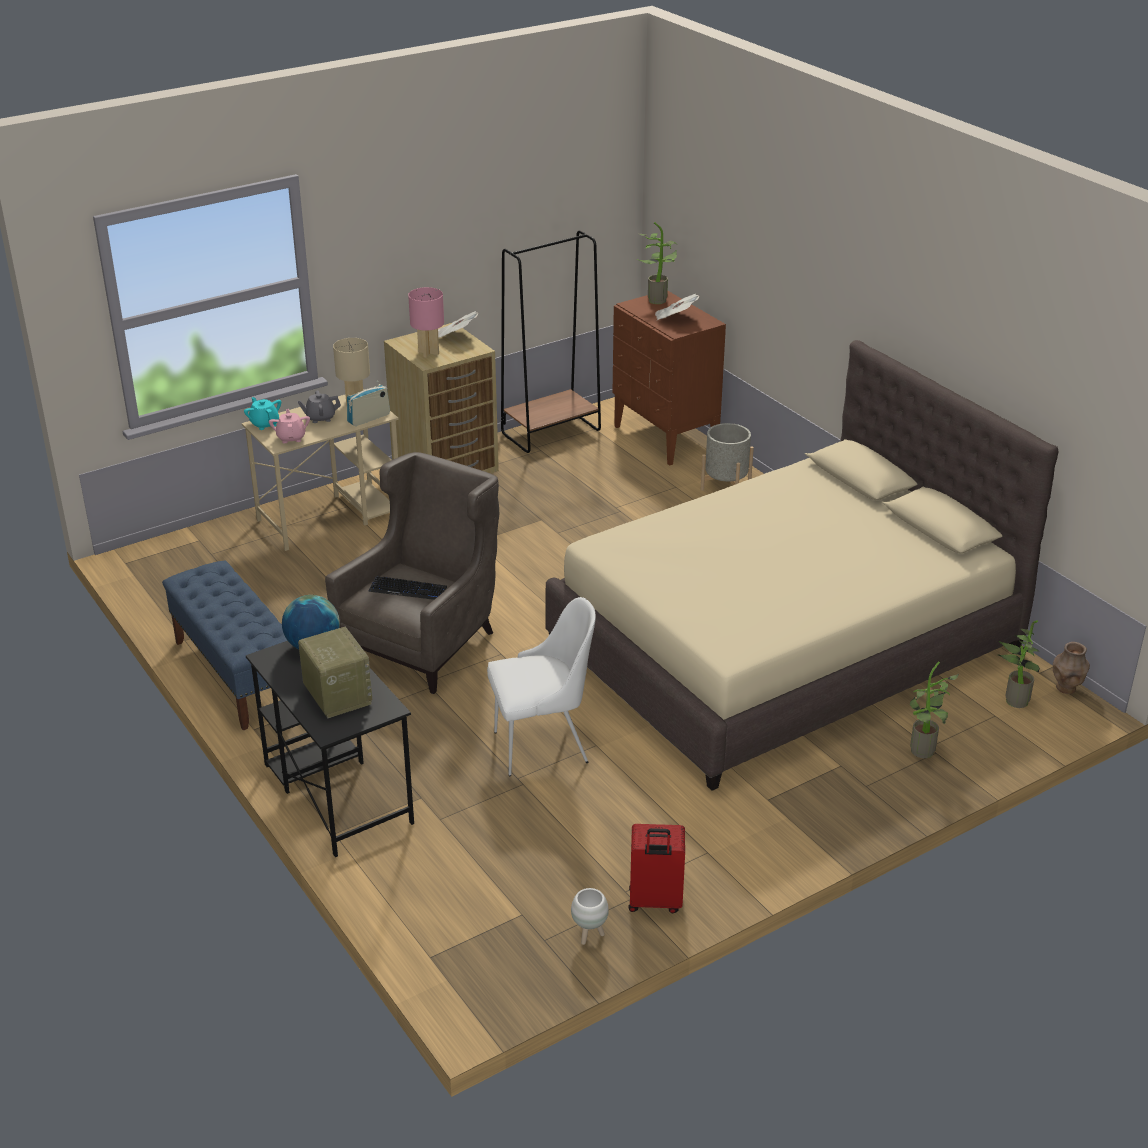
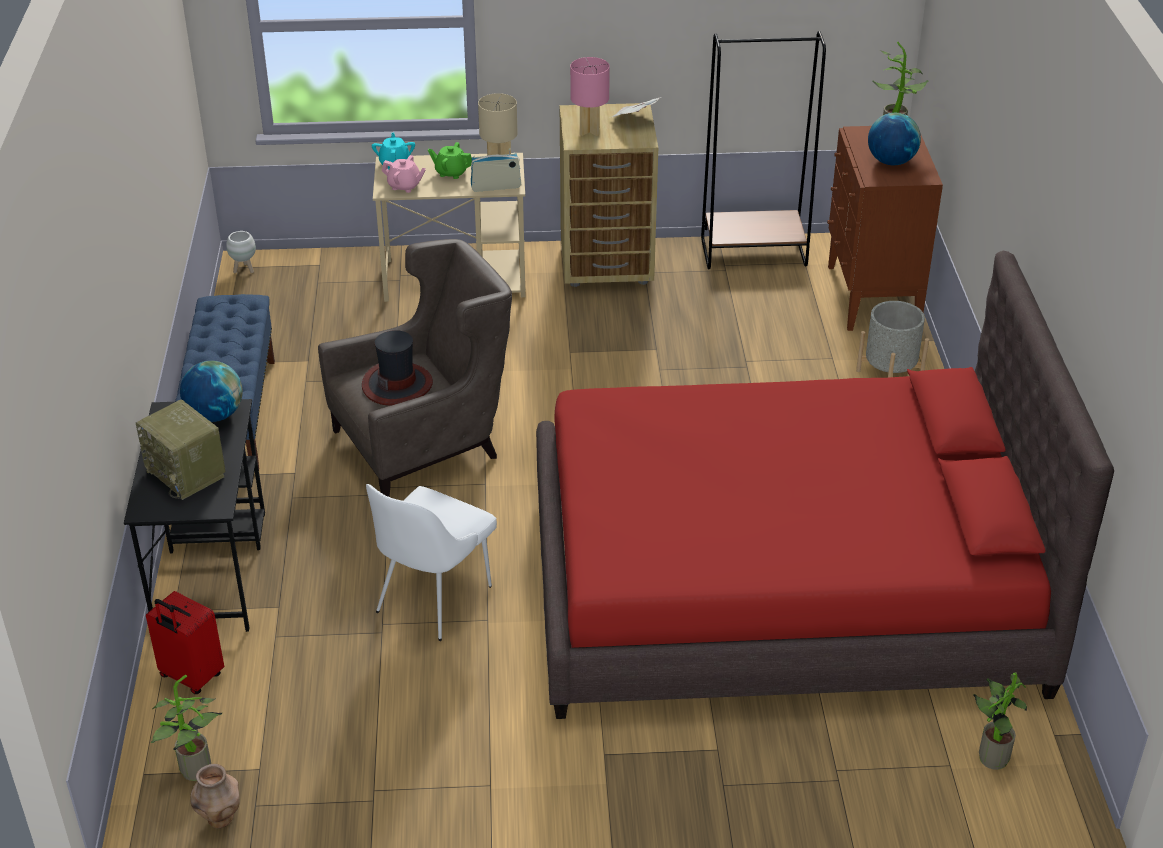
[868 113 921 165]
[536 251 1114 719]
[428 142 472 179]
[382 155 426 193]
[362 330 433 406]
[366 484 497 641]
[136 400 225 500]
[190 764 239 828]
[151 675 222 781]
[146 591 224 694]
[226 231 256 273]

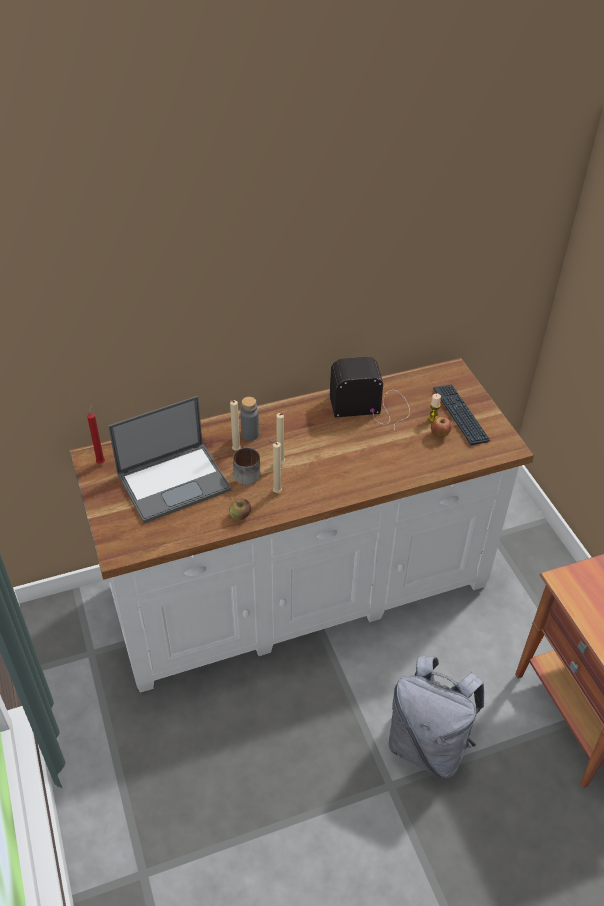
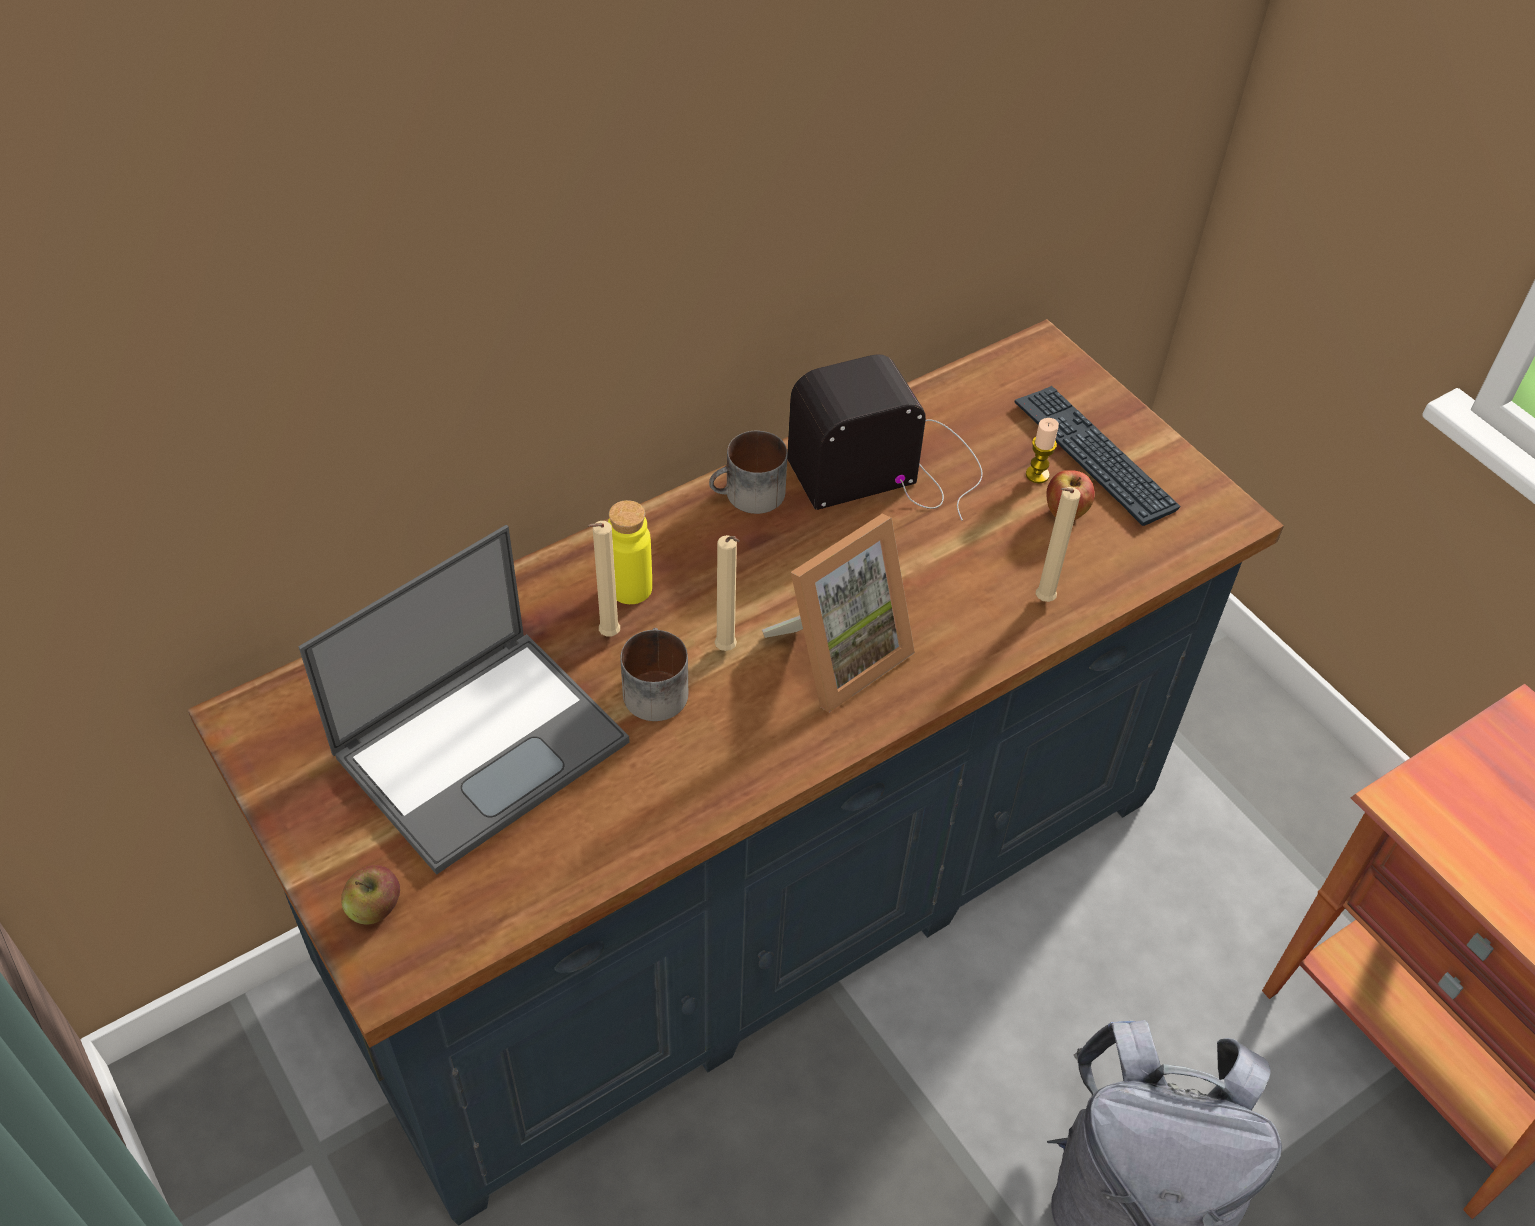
[187 319 1284 1226]
[608 500 652 604]
[87 404 105 464] (first image)
[1036 487 1080 602]
[341 865 400 924]
[709 430 788 514]
[762 514 915 712]

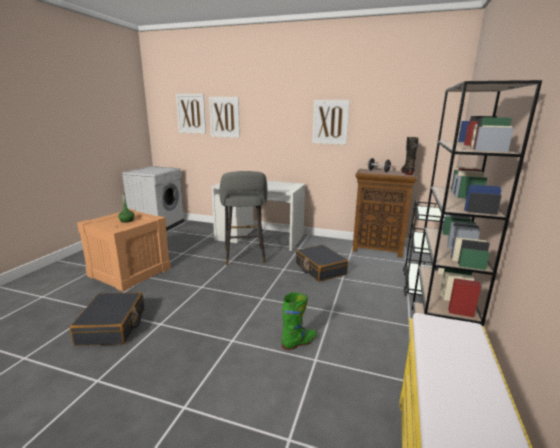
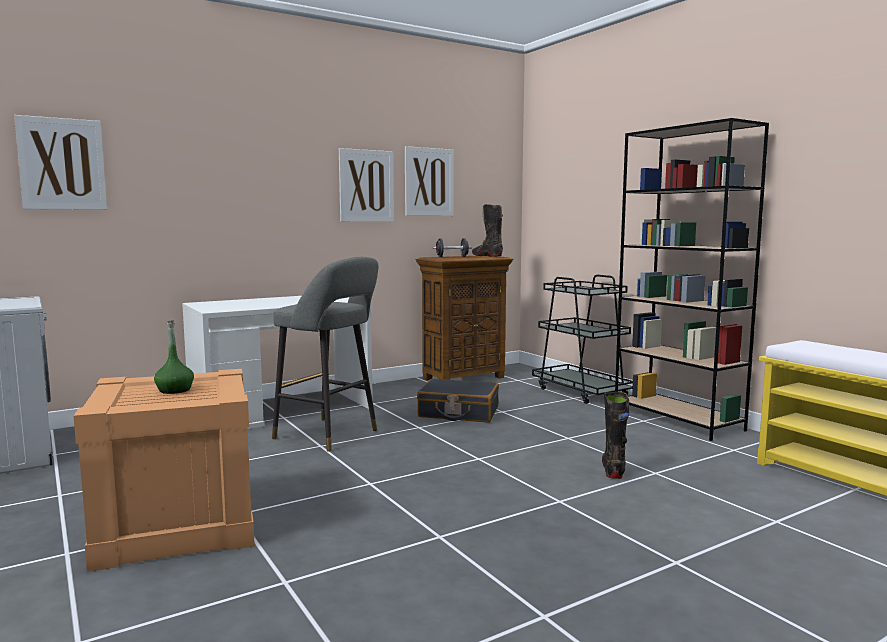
[405 146 454 216]
[70 292 144 346] (first image)
[602 392 629 479]

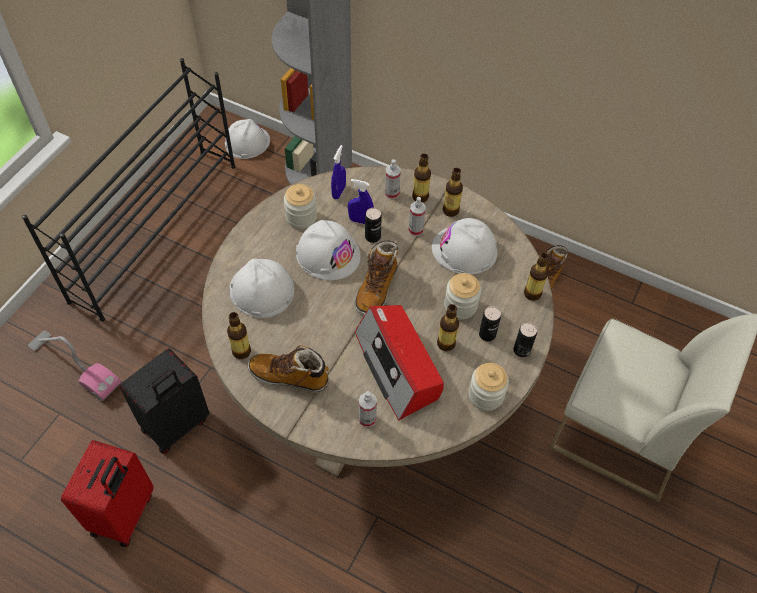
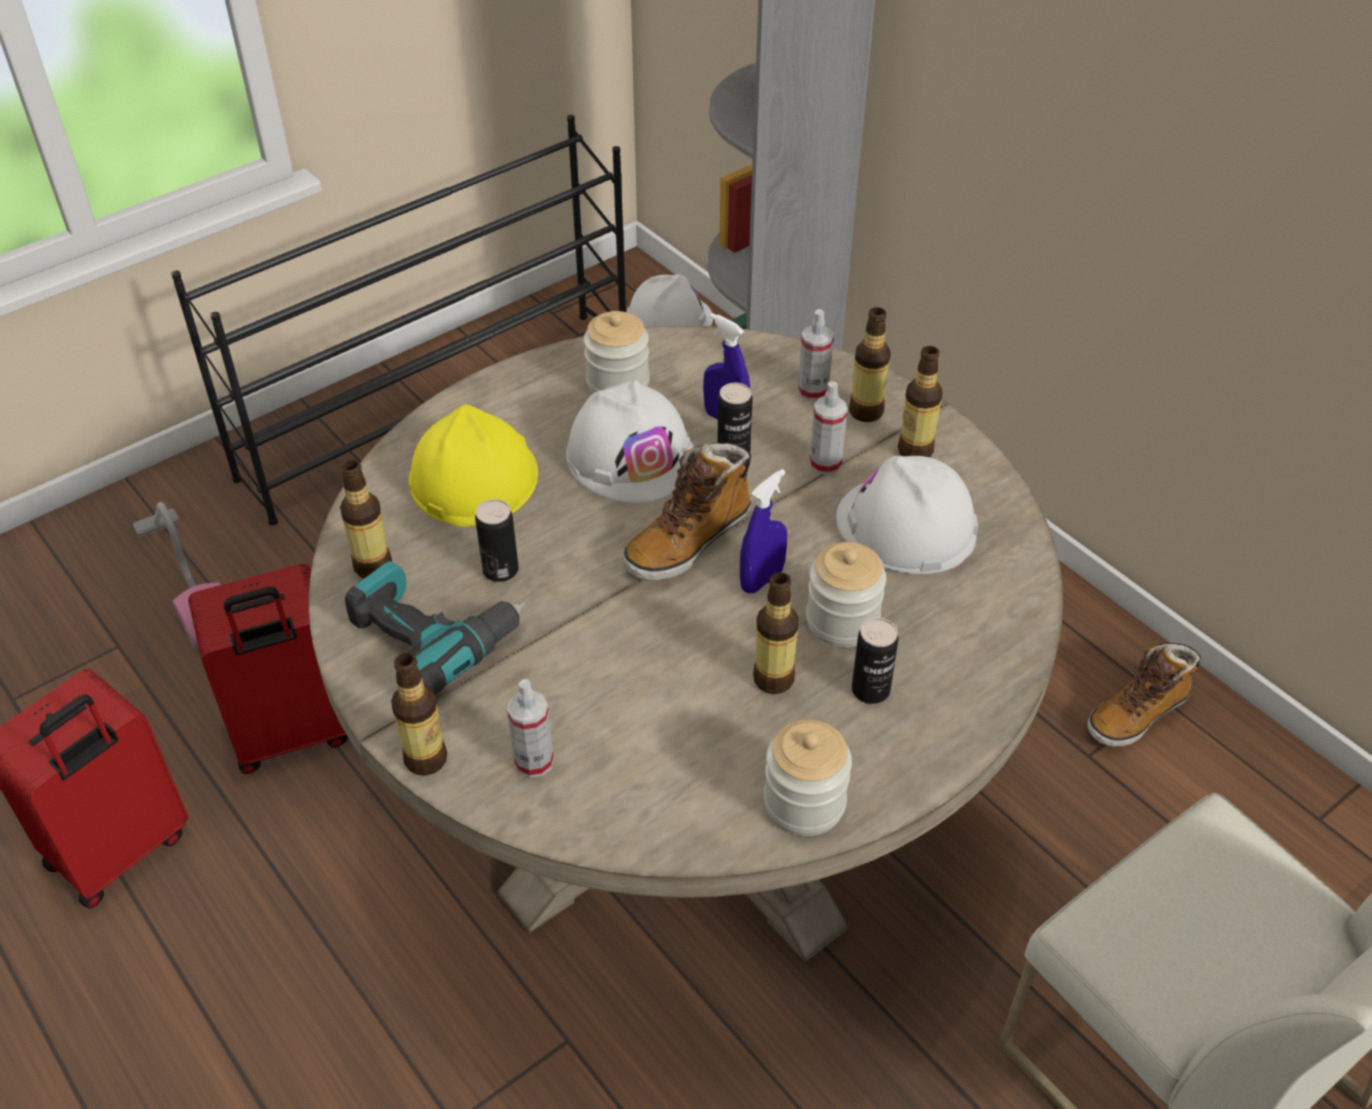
[740 469 787 593]
[391 653 447 776]
[409 404 538 527]
[355 305 444 420] (first image)
[475 499 519 582]
[345 561 526 695]
[188 564 348 774]

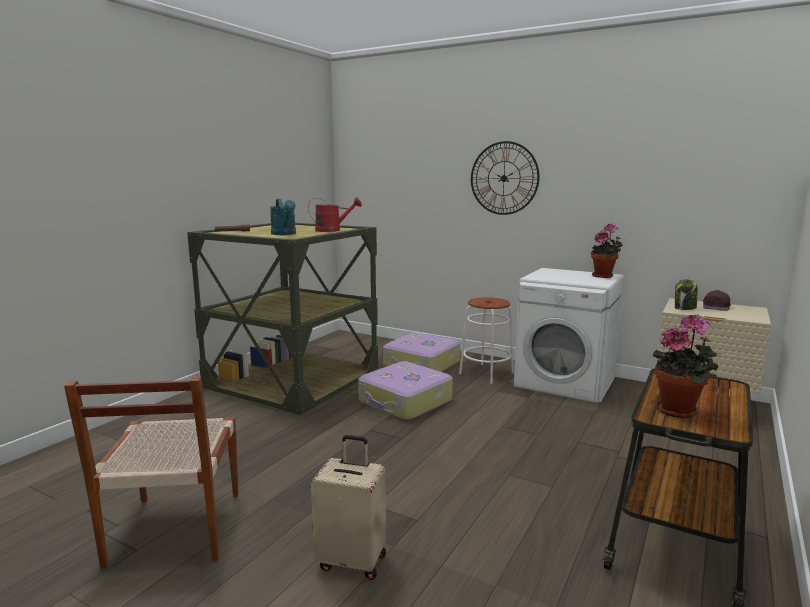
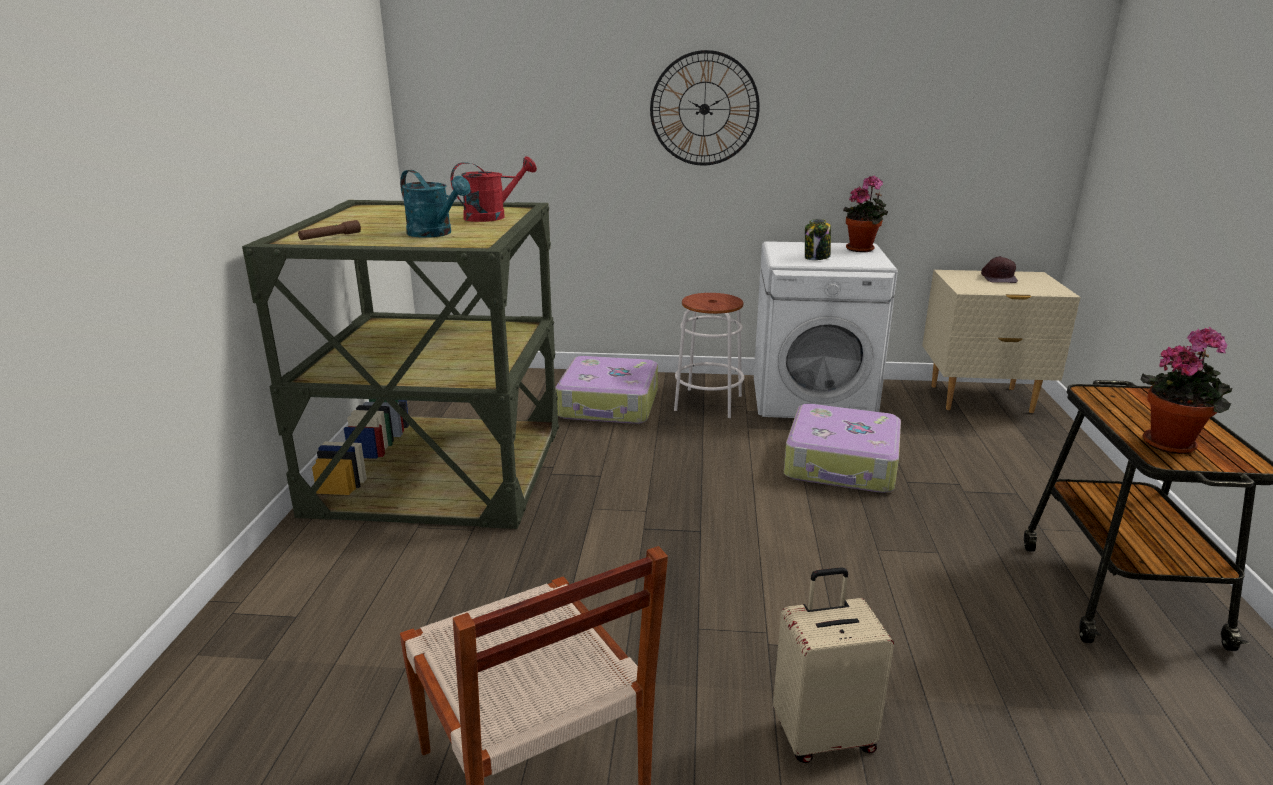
[805 219 831 260]
[784 404 901 493]

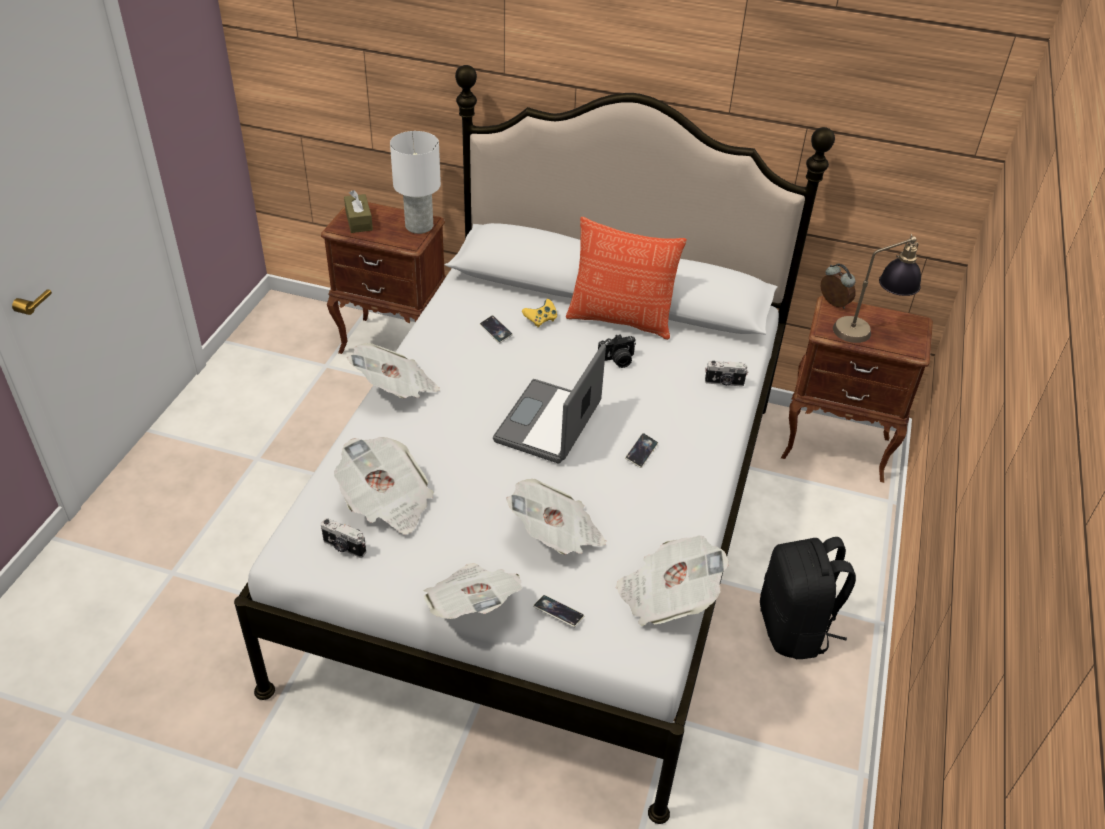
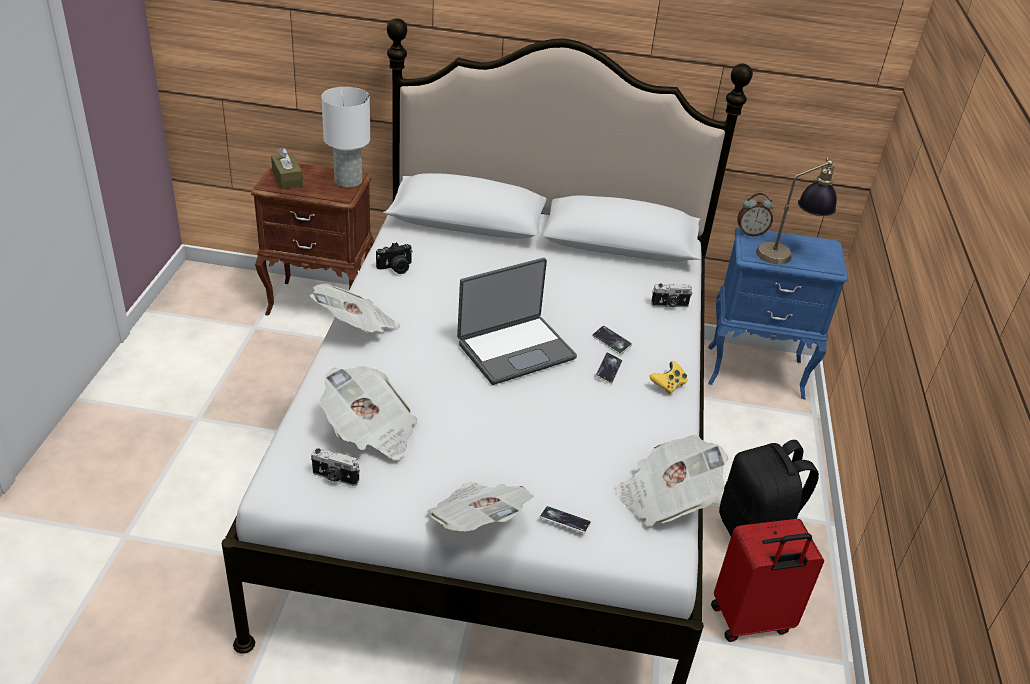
[566 217 687 340] (first image)
[737 193 774 236]
[708 227 848 400]
[650 361 687 394]
[592 326 632 354]
[376 242 413 274]
[457 258 577 385]
[506 479 606 555] (first image)
[711 519 824 642]

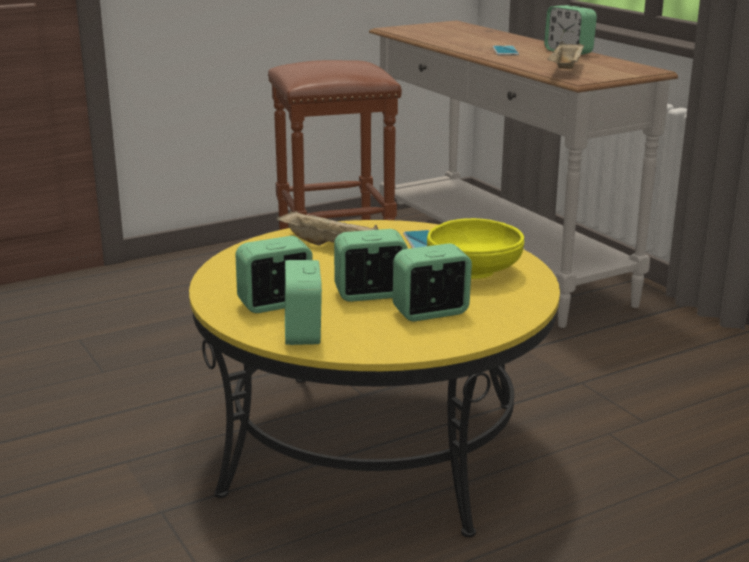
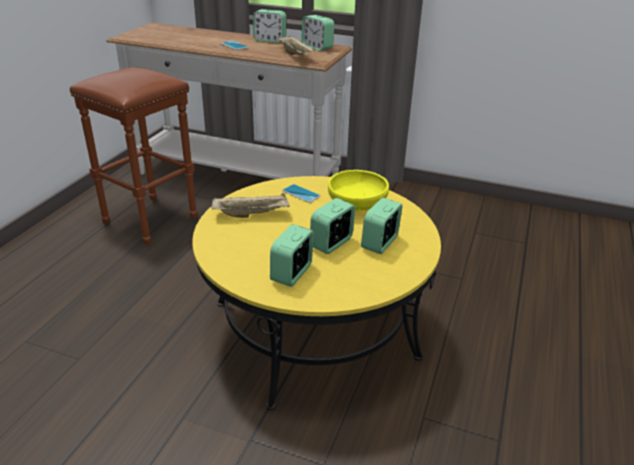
[301 15 334 51]

